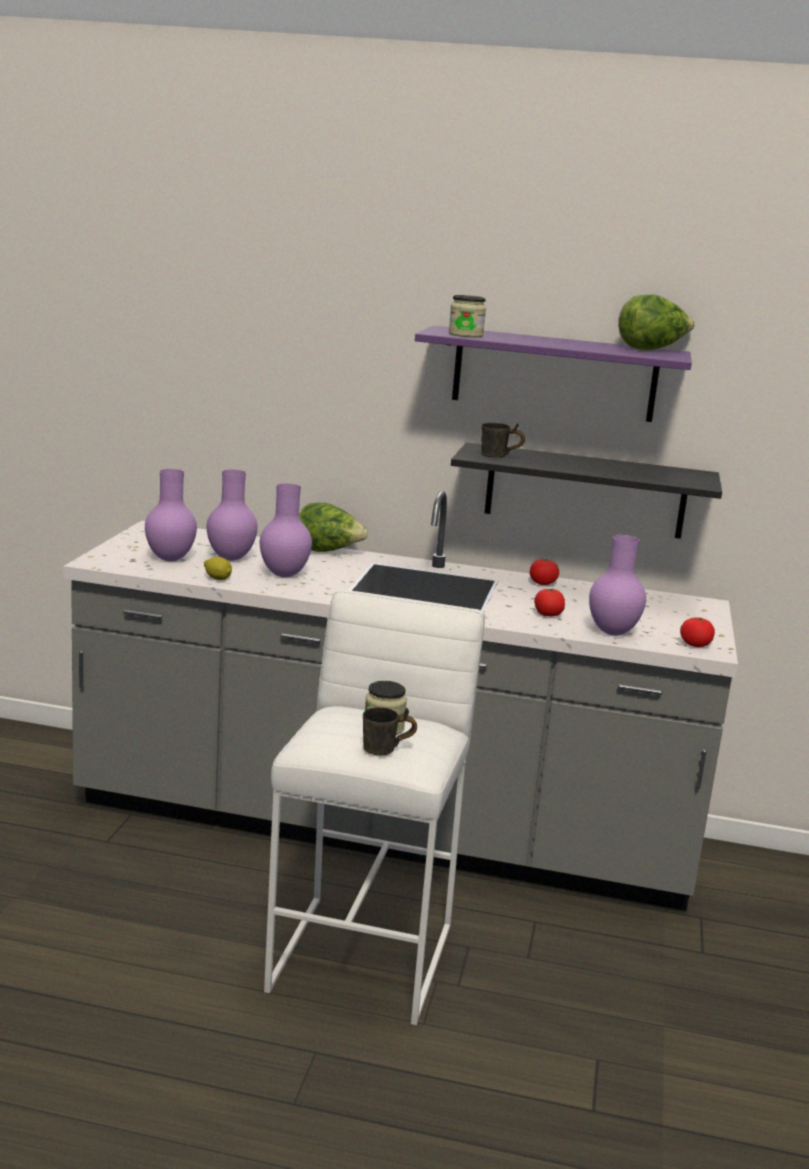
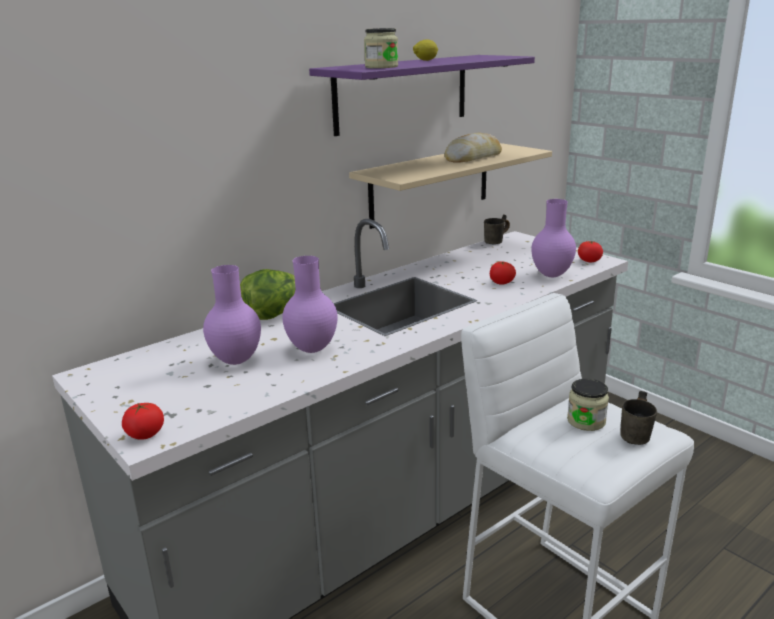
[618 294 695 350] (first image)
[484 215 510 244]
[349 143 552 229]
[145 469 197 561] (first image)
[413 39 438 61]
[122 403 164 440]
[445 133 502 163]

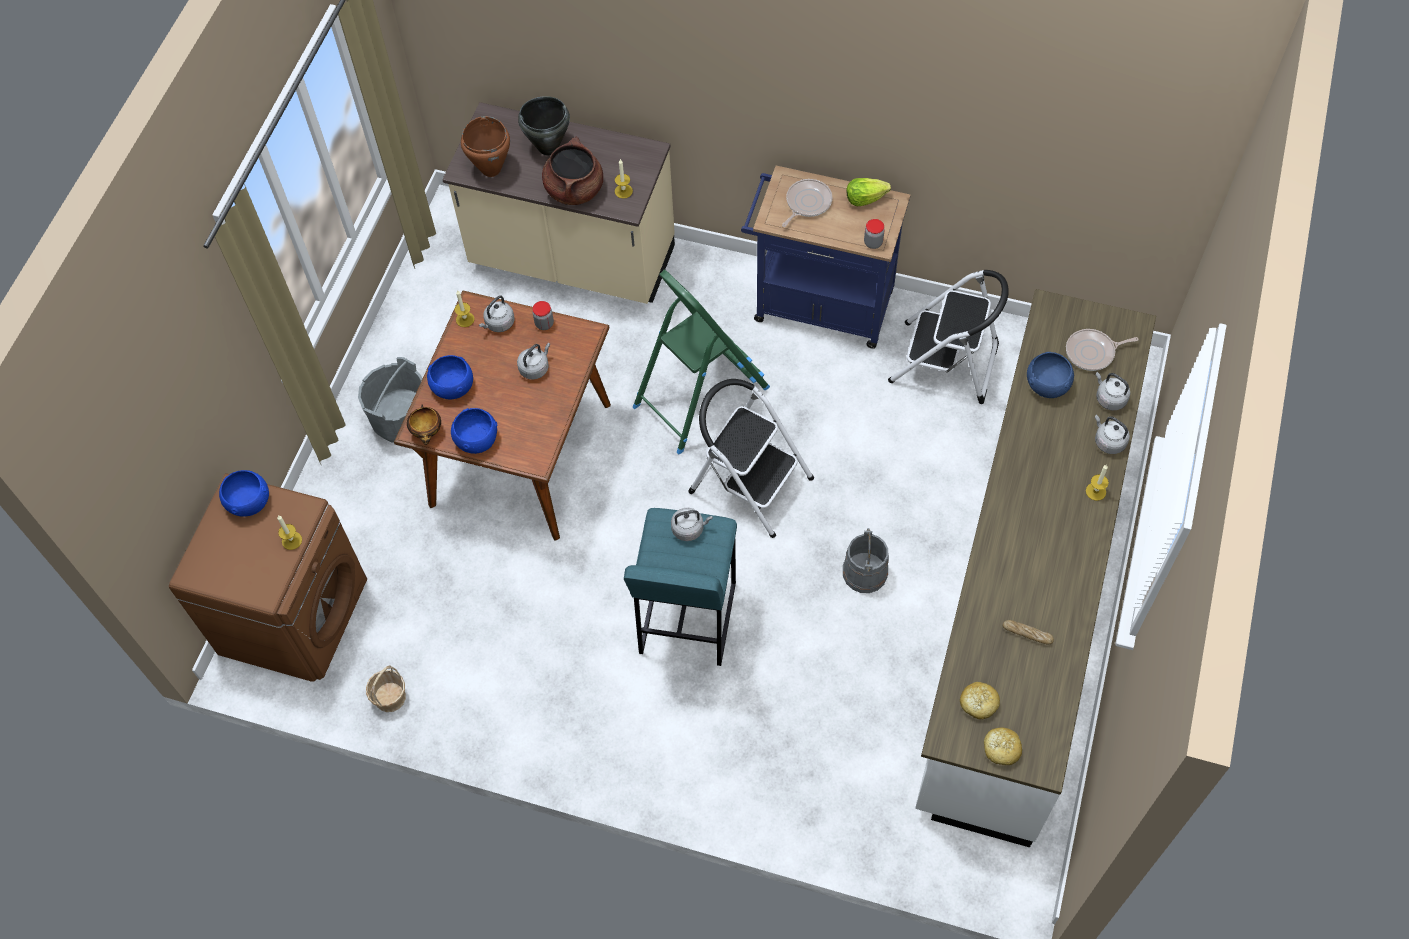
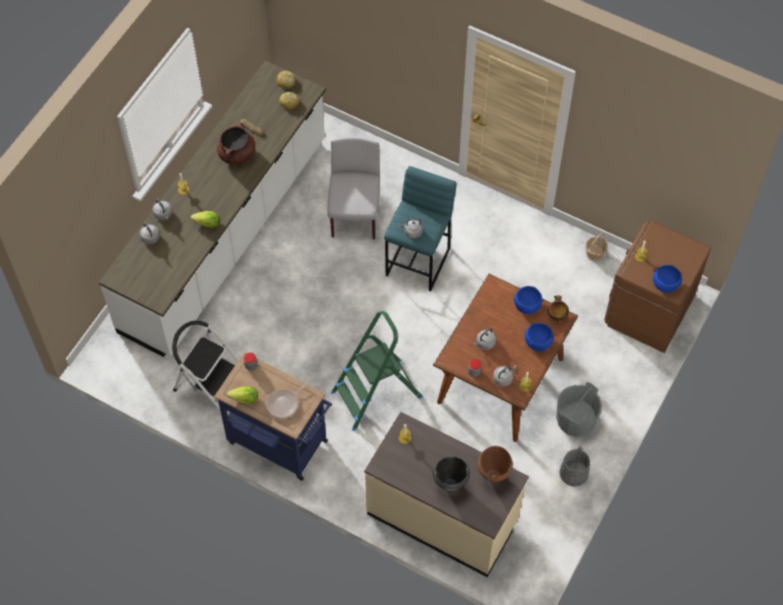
[217 123 255 166]
[1066 329 1139 371] (first image)
[1027 352 1074 398] (first image)
[688 379 814 538] (first image)
[560 446 590 487]
[327 137 380 240]
[191 211 219 228]

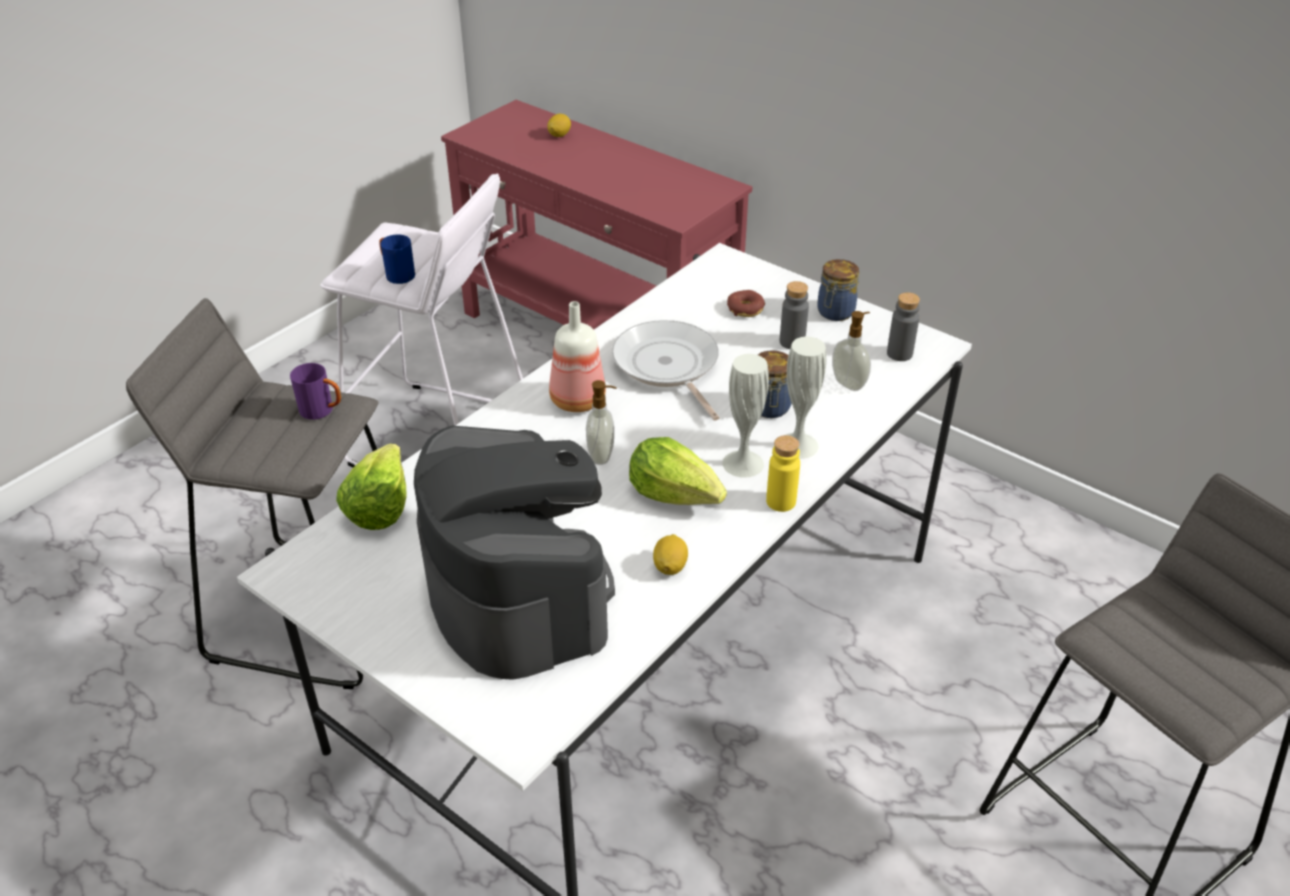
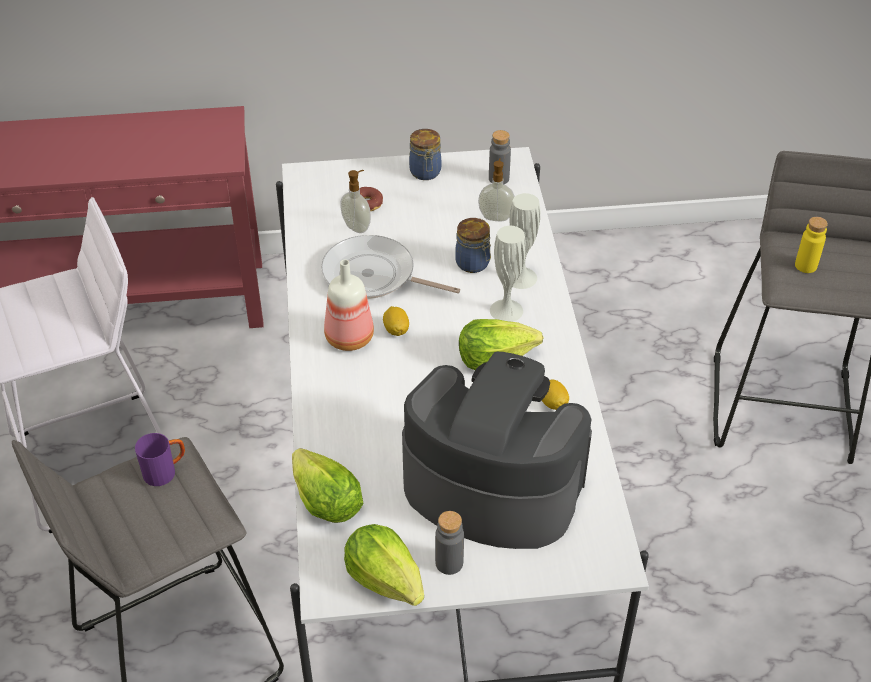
[383 306 409 336]
[379 235 415 284] (first image)
[435 511 464 575]
[341 170 371 233]
[795 217 828 273]
[344 524 424 606]

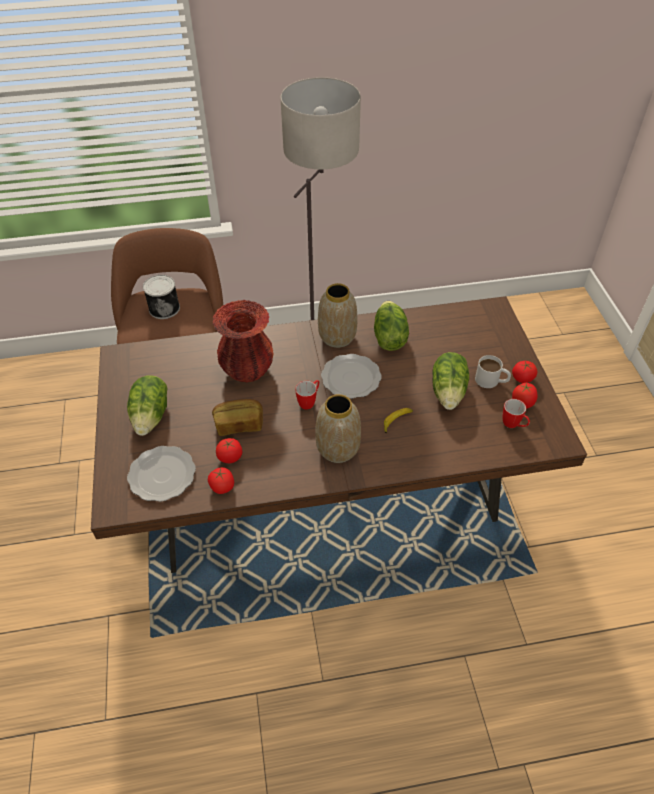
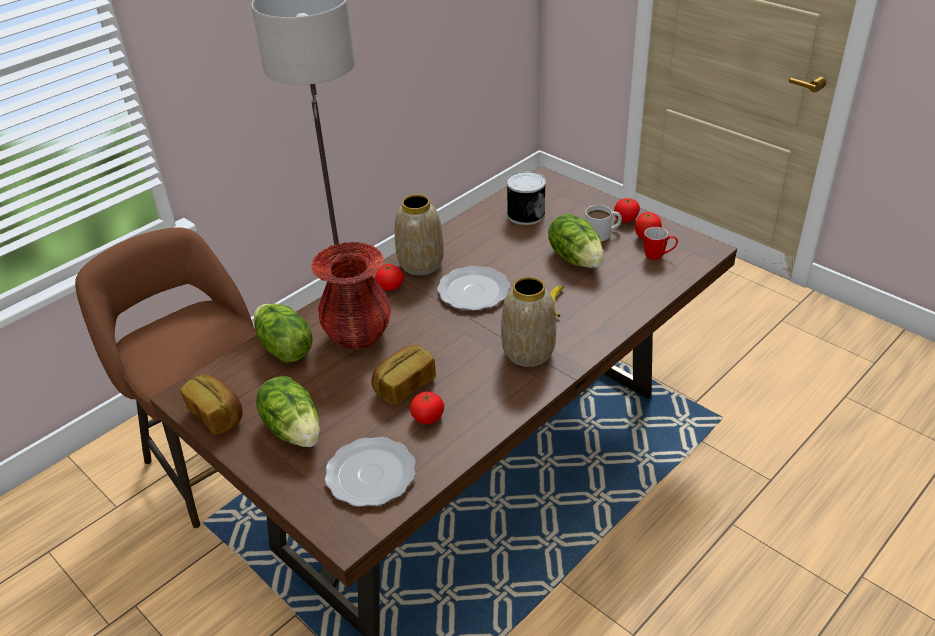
[507 171 546 225]
[254 303 313 363]
[295 380 320 410] (first image)
[375 264 404 291]
[180 374 243 434]

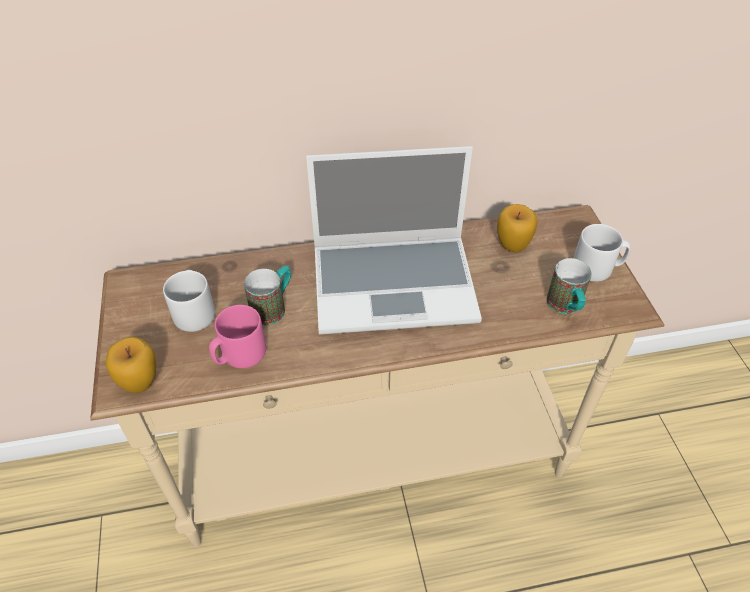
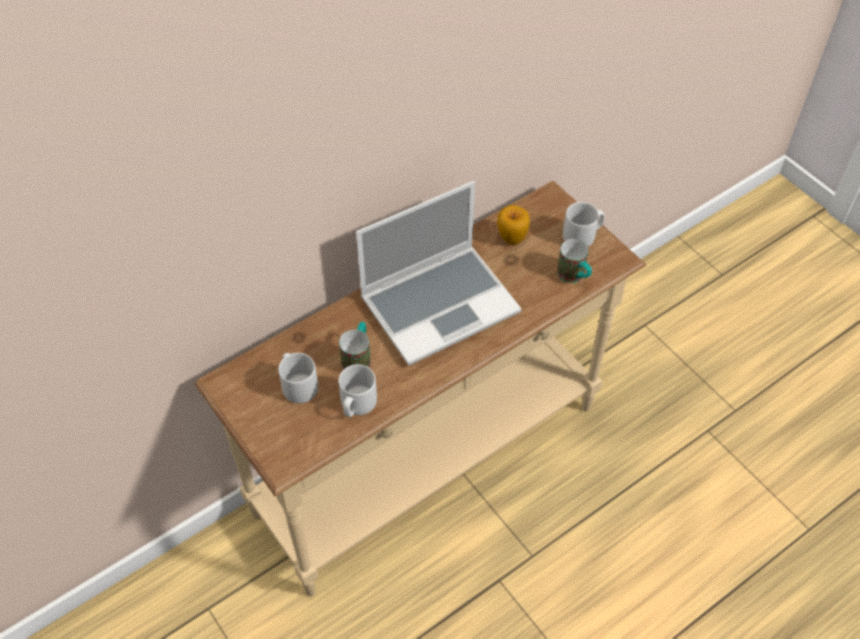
[339 364 377 417]
[105 337 156 393] (first image)

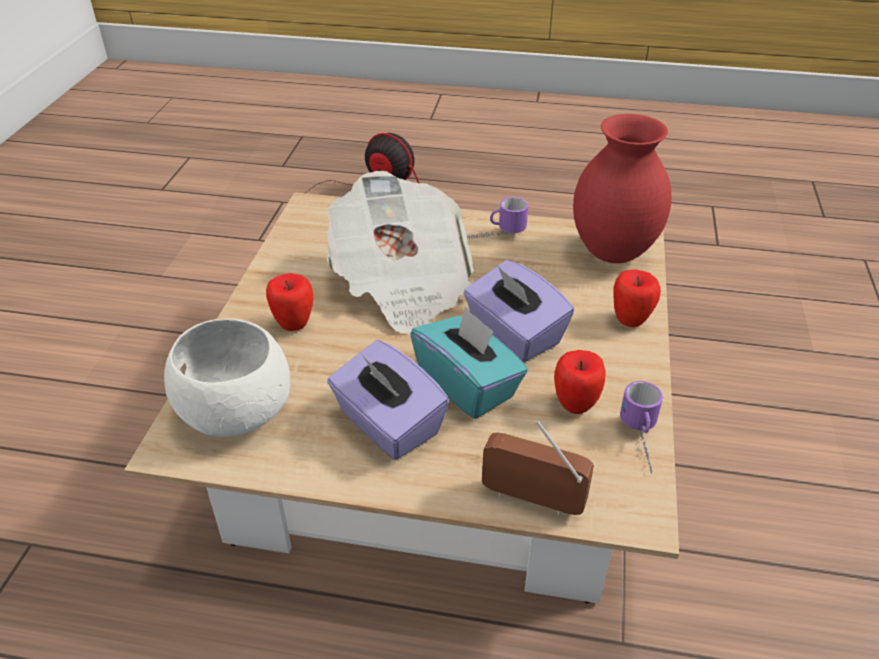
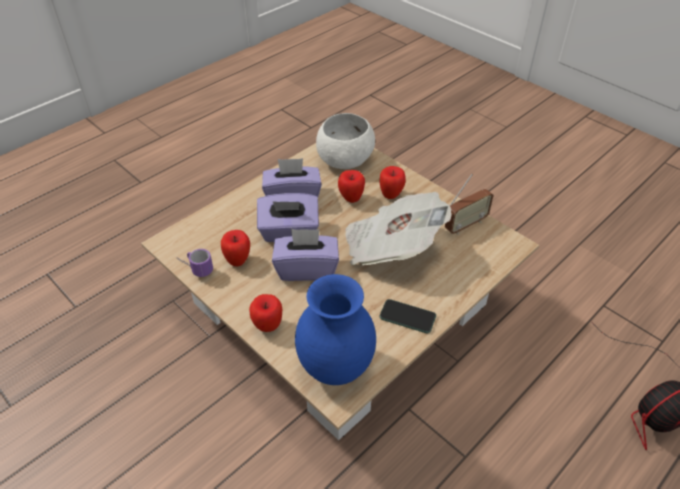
[295 274 376 385]
[379 299 436 333]
[257 193 319 242]
[445 174 493 234]
[338 170 365 203]

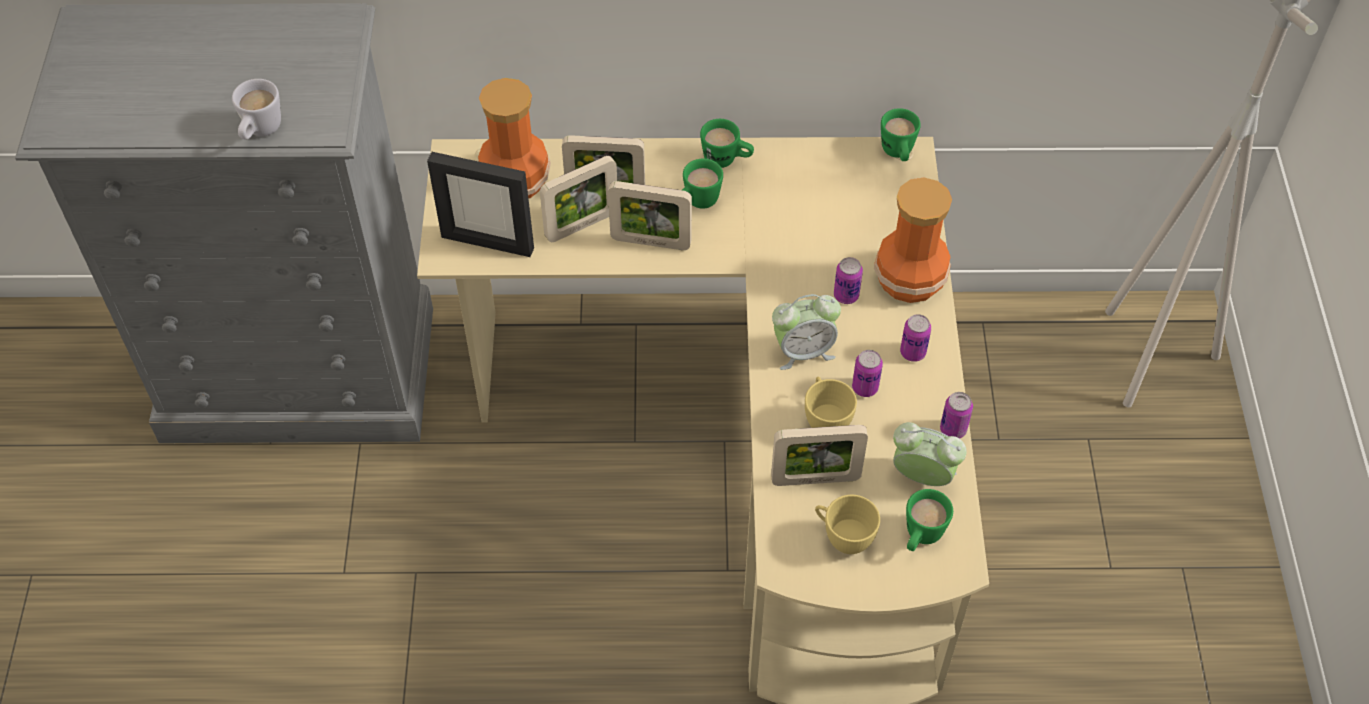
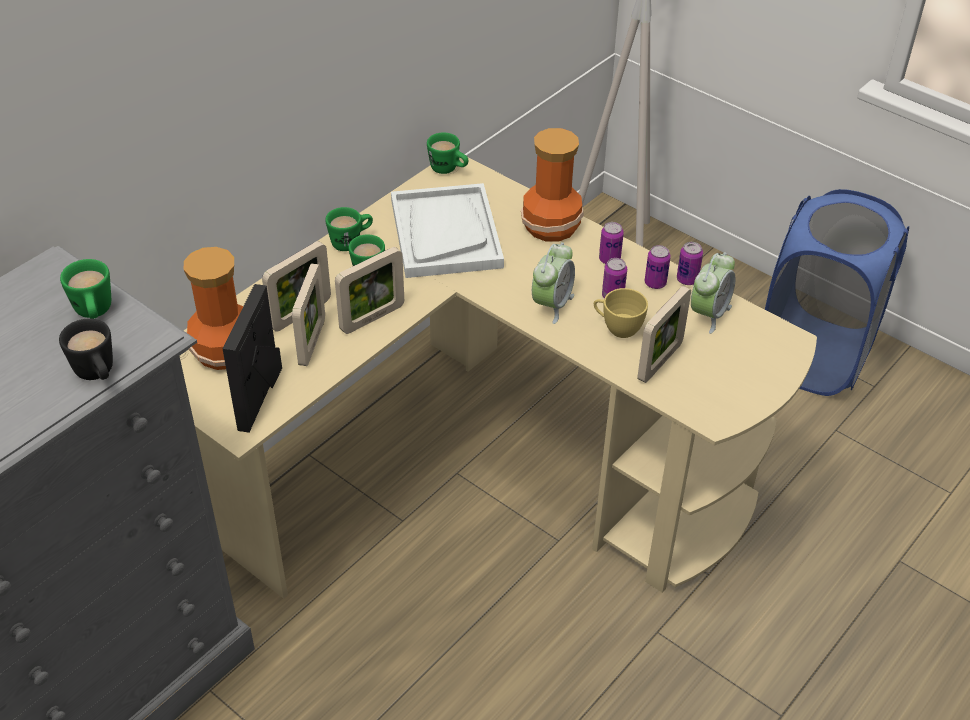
[59 318 113 380]
[223 284 282 433]
[645 245 671 289]
[691 252 735 334]
[60 259 111 319]
[815 495 880 554] (first image)
[391 183 504 278]
[765 189 909 396]

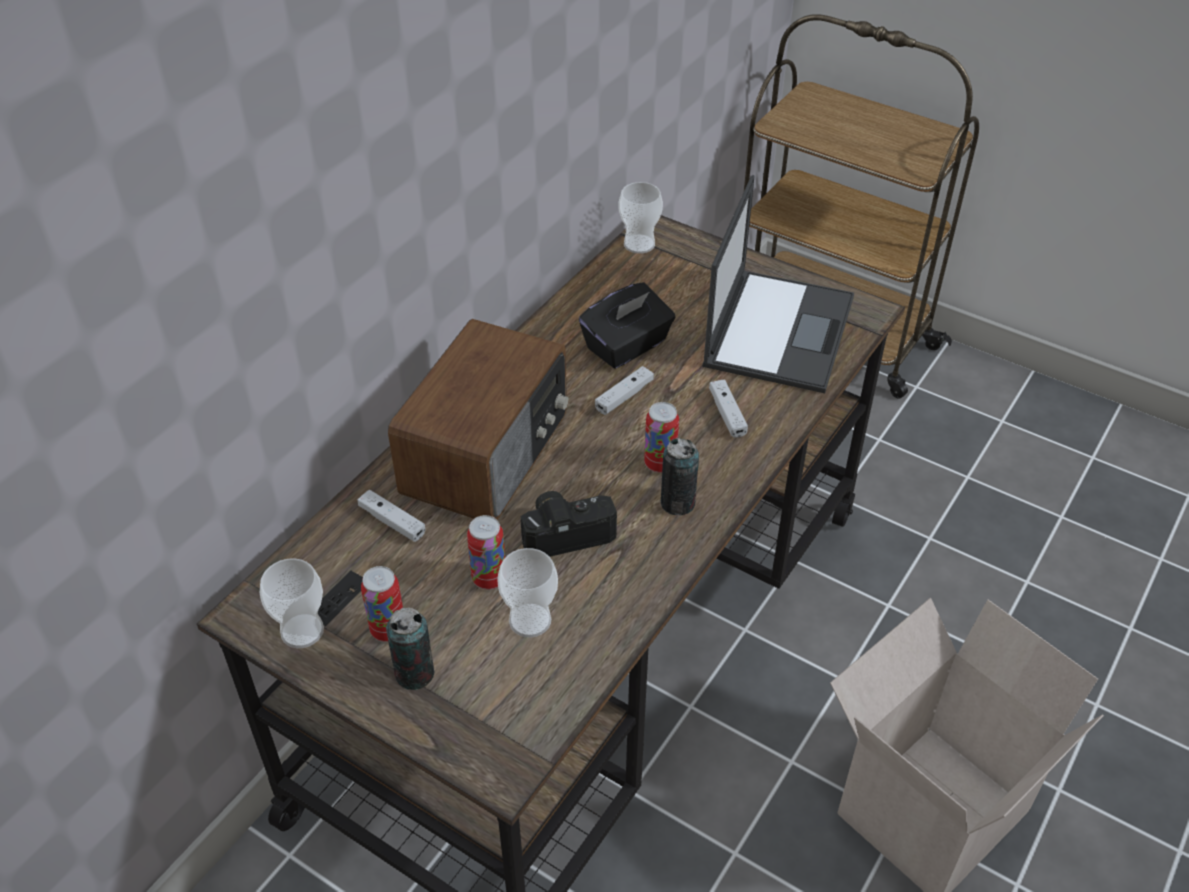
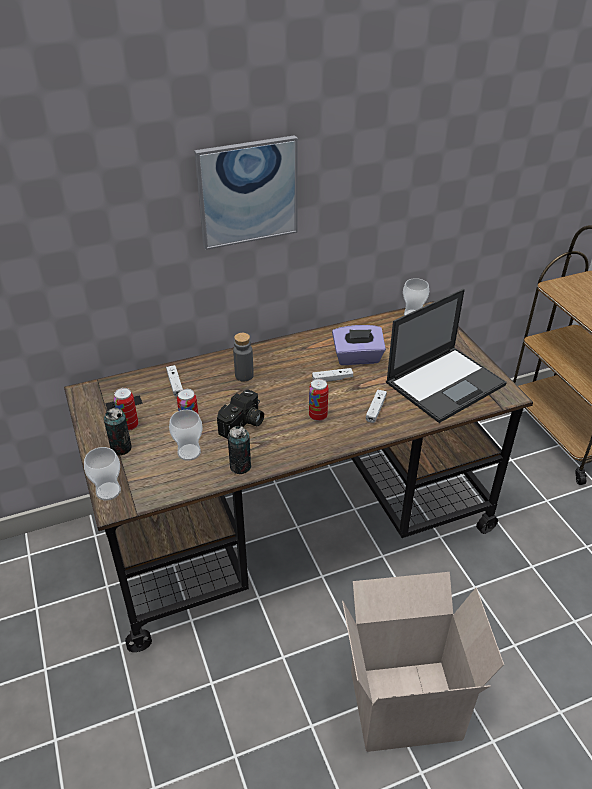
[332 325 386 365]
[233 333 254 382]
[228 426 251 474]
[217 389 264 439]
[84 447 121 501]
[194 135 298 250]

